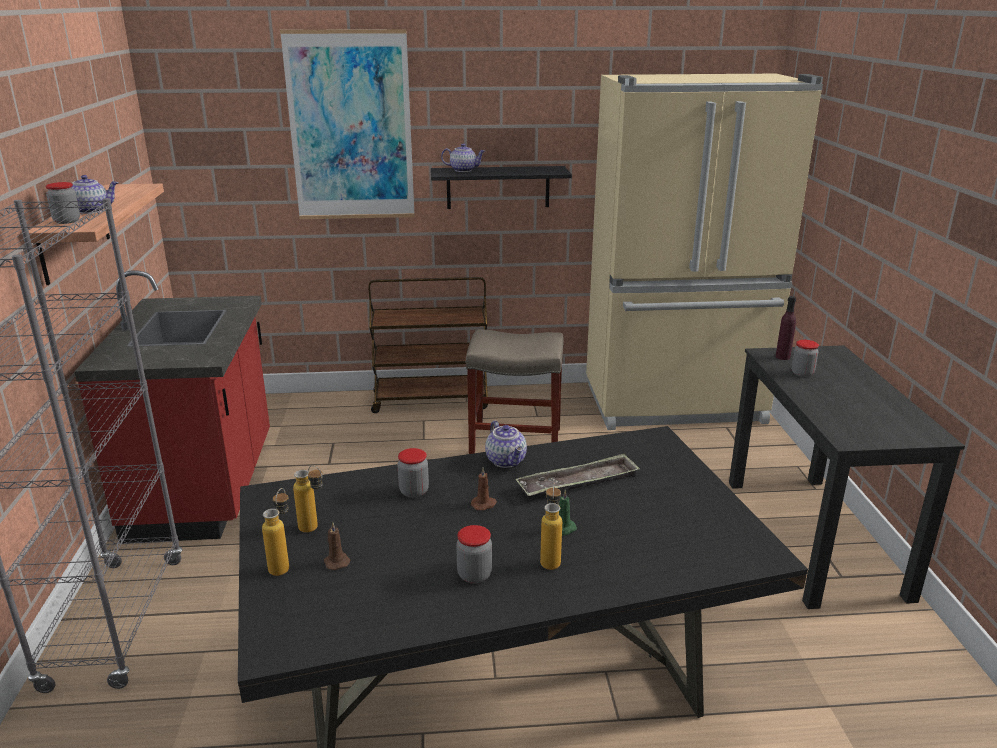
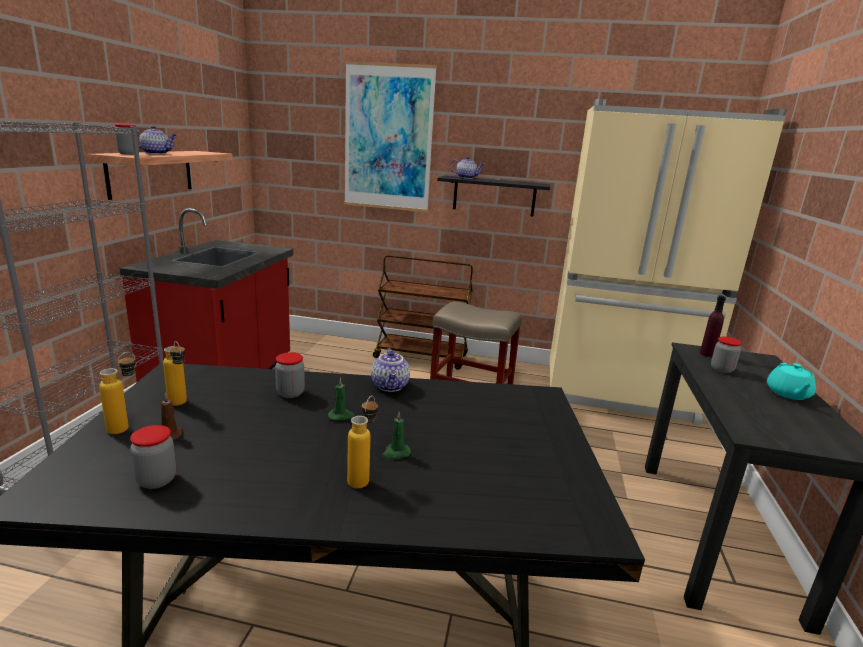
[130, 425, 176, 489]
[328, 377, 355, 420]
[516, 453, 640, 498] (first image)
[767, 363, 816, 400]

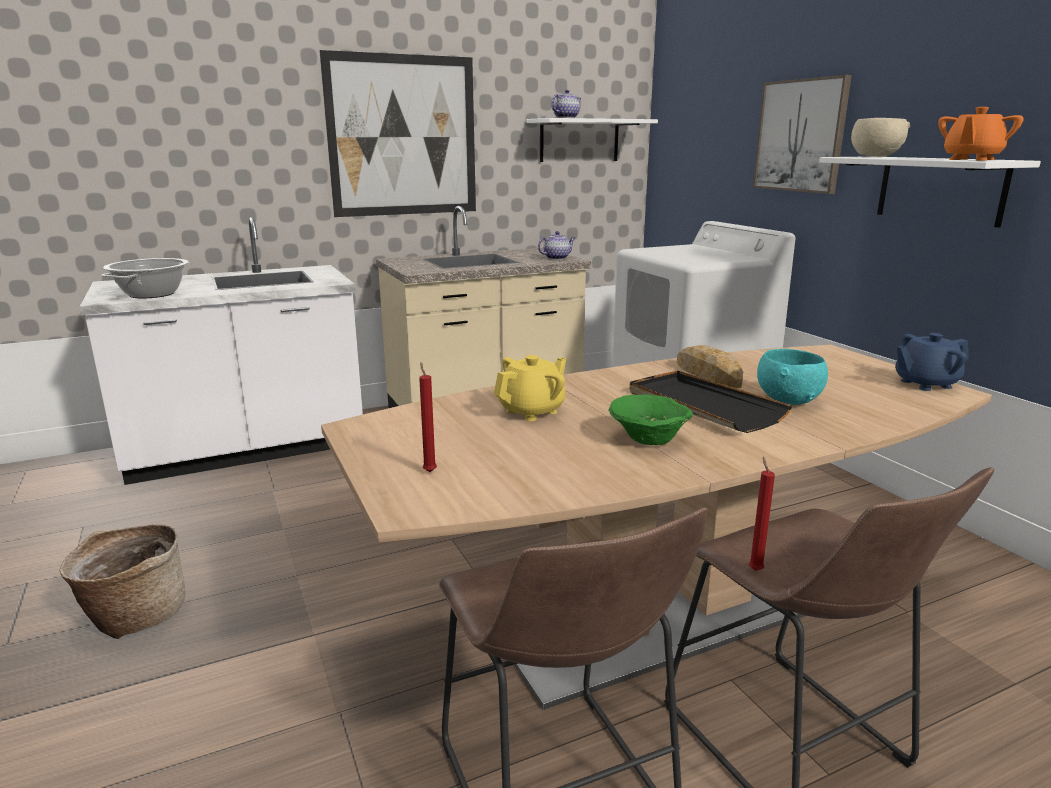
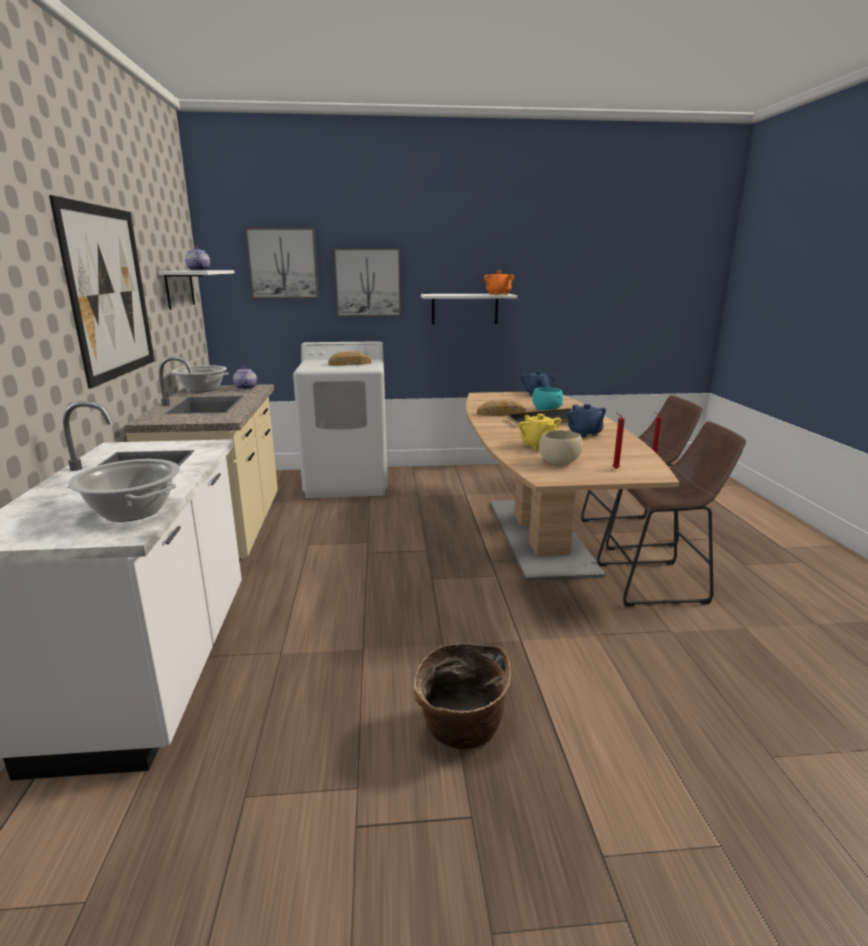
[567, 404, 606, 437]
[539, 430, 583, 465]
[172, 365, 229, 392]
[245, 228, 319, 298]
[328, 351, 372, 366]

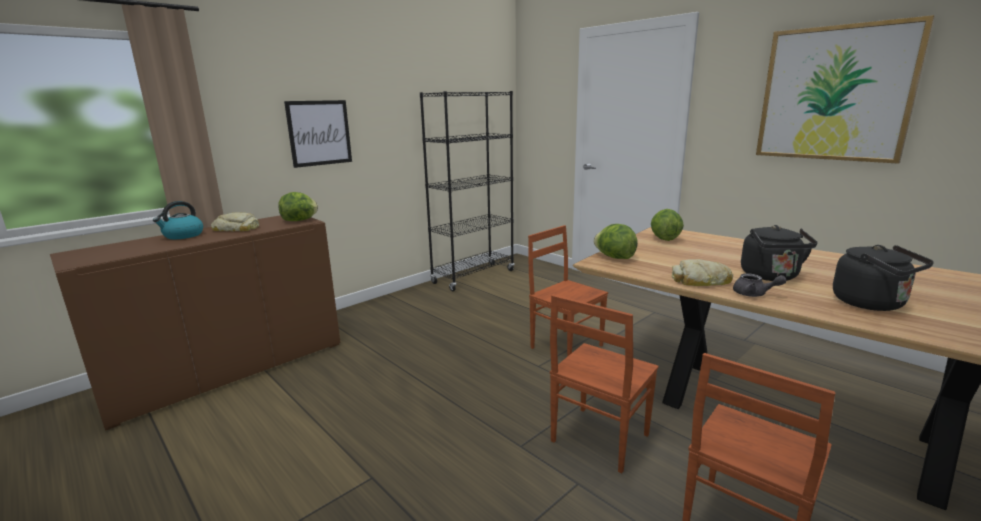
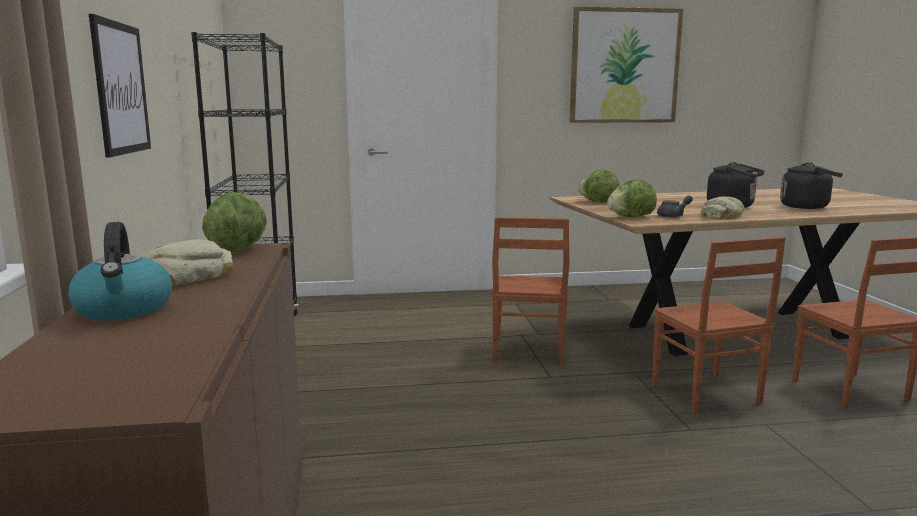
[492, 217, 569, 366]
[657, 195, 693, 218]

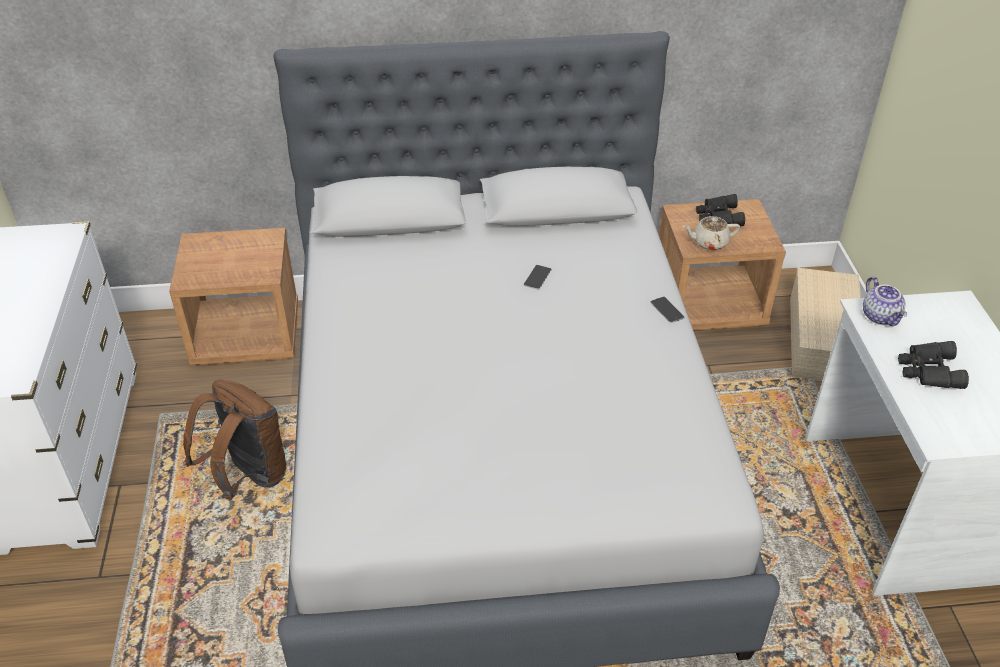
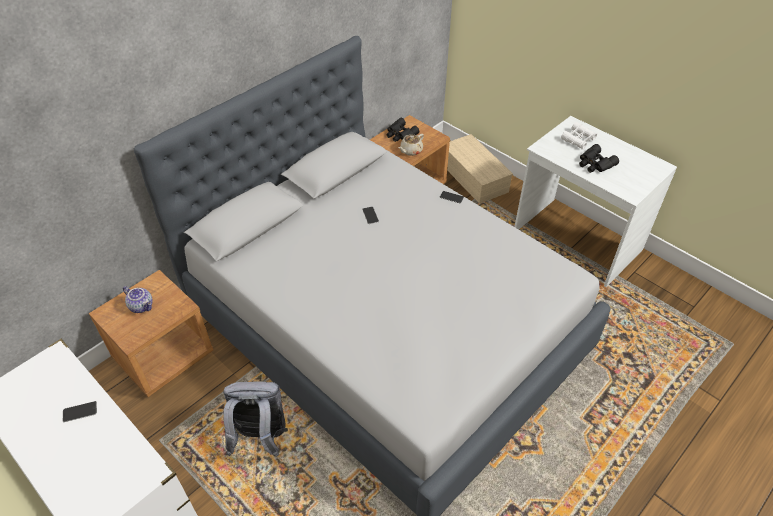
[223, 382, 288, 457]
[123, 286, 153, 313]
[63, 401, 97, 422]
[561, 122, 597, 150]

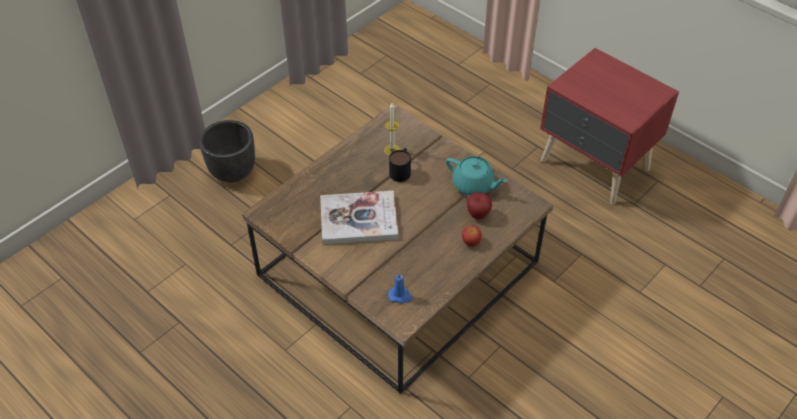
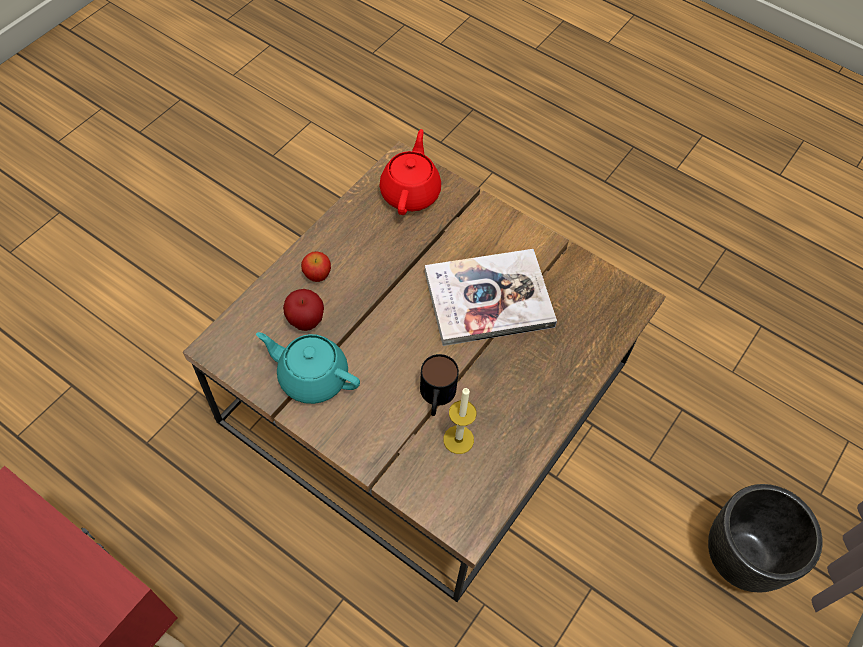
[379, 129, 441, 215]

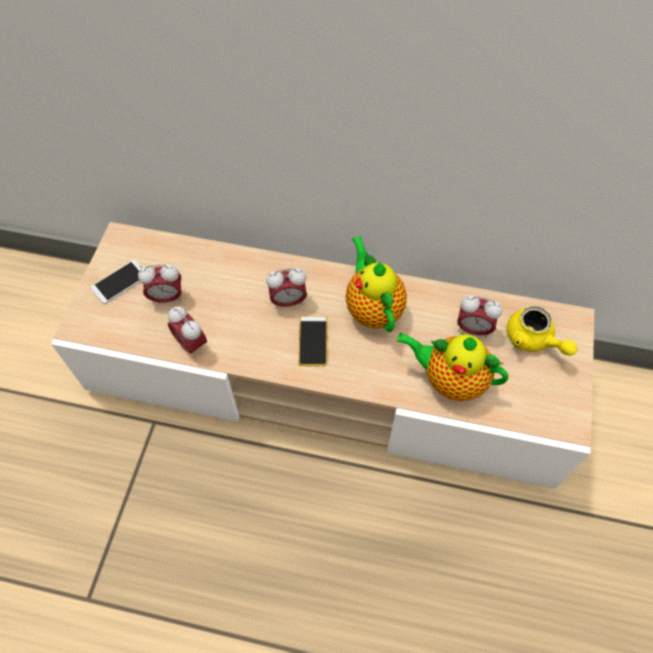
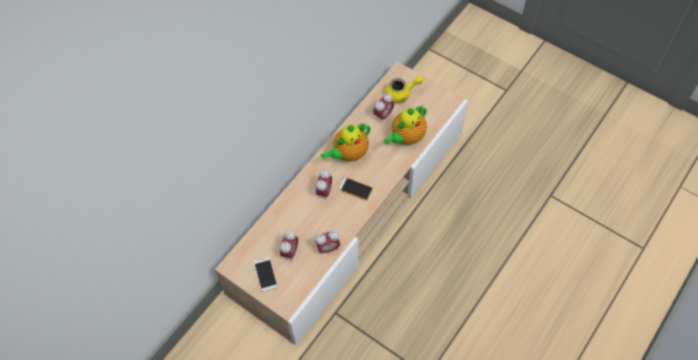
[321, 124, 370, 161]

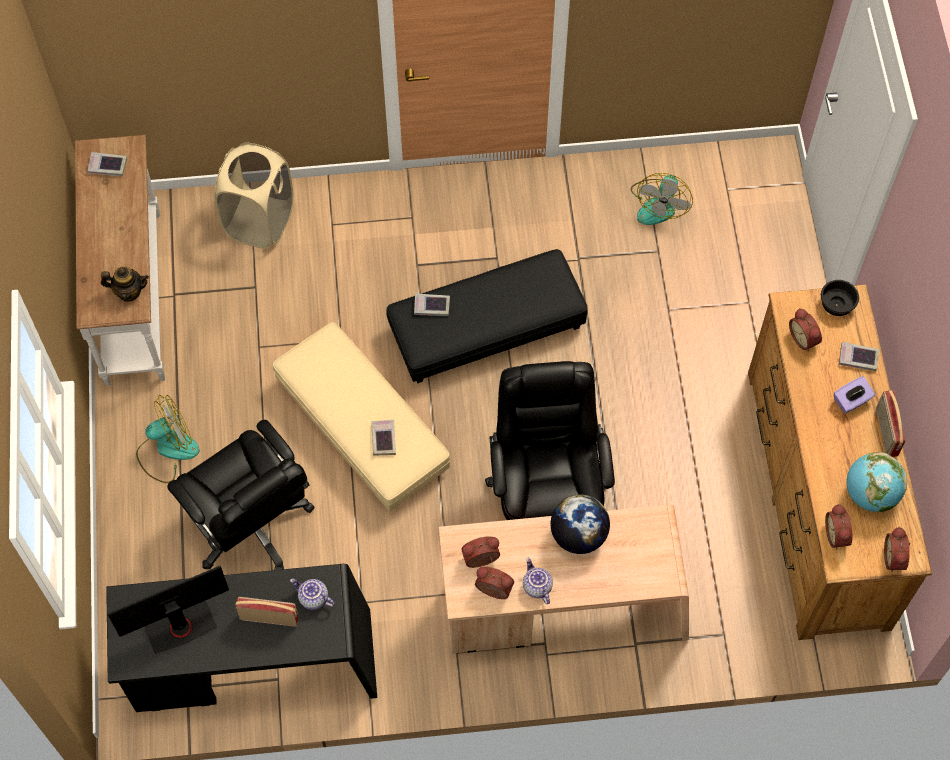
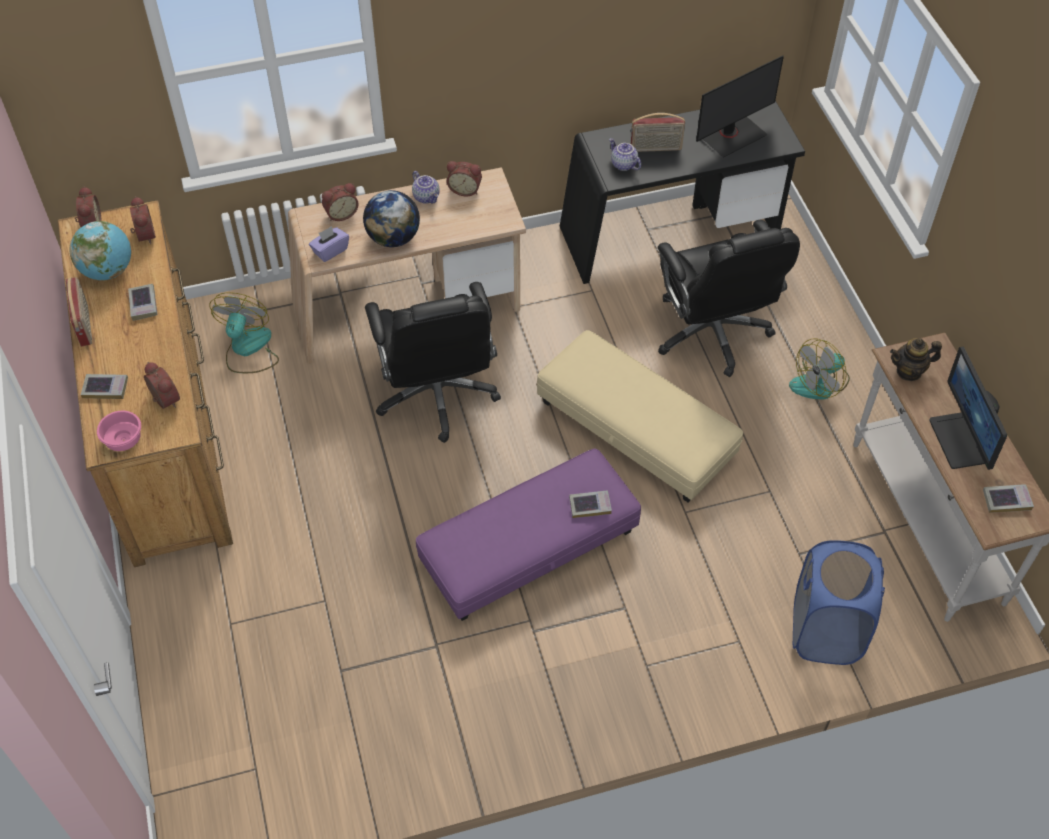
[658, 220, 800, 377]
[793, 540, 885, 665]
[609, 138, 641, 171]
[128, 284, 157, 321]
[416, 449, 641, 621]
[322, 183, 359, 221]
[209, 292, 279, 373]
[97, 411, 141, 451]
[309, 226, 349, 262]
[929, 346, 1007, 470]

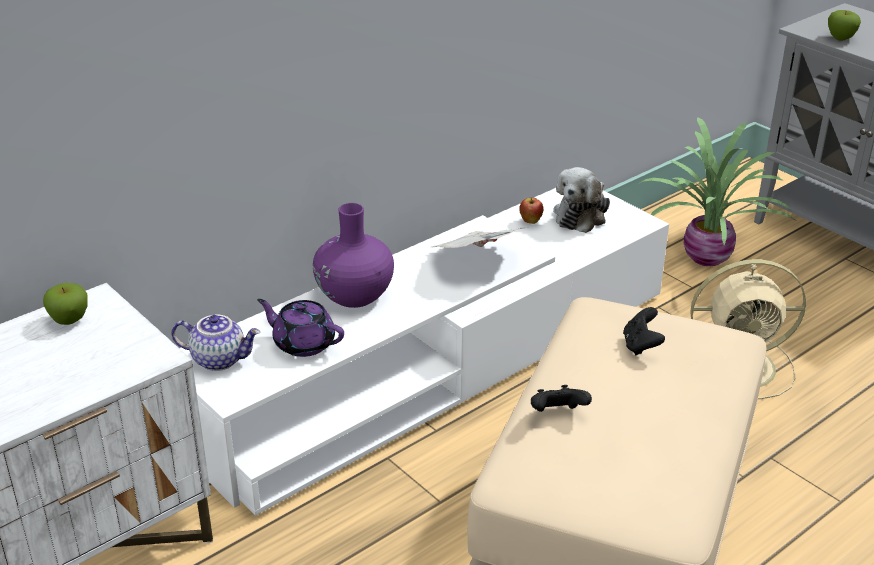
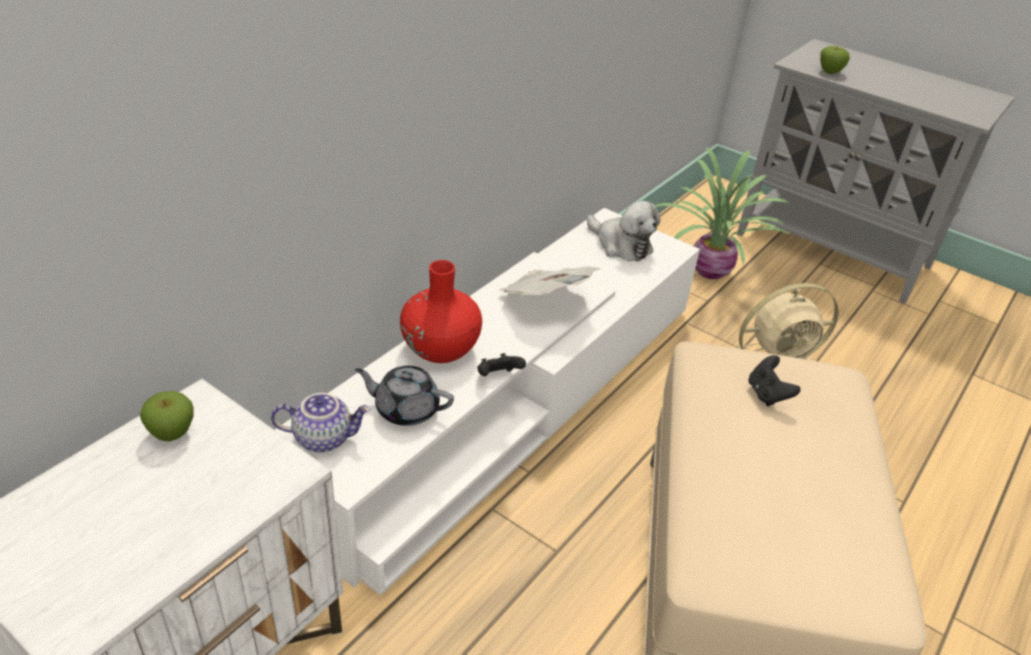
[355, 366, 454, 426]
[400, 260, 482, 363]
[519, 198, 543, 224] (first image)
[477, 353, 526, 376]
[587, 201, 661, 262]

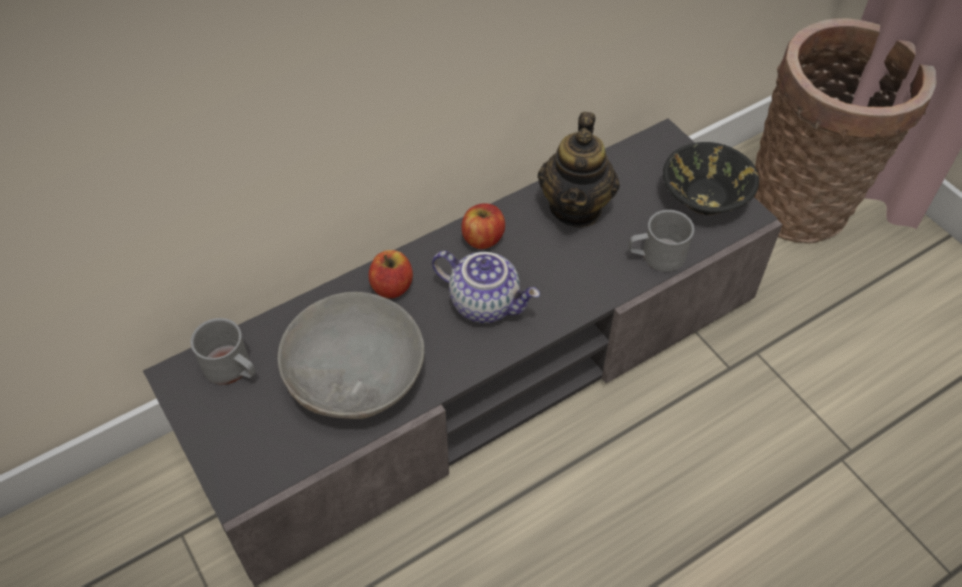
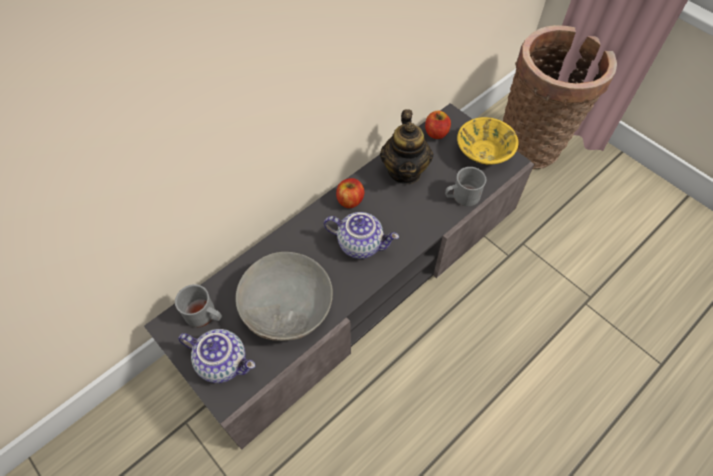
[425, 111, 451, 139]
[457, 117, 518, 165]
[178, 329, 255, 383]

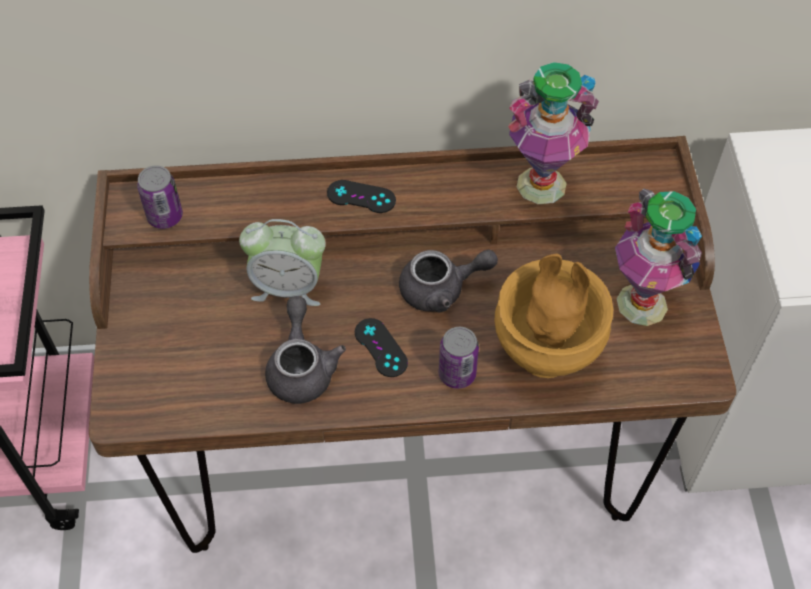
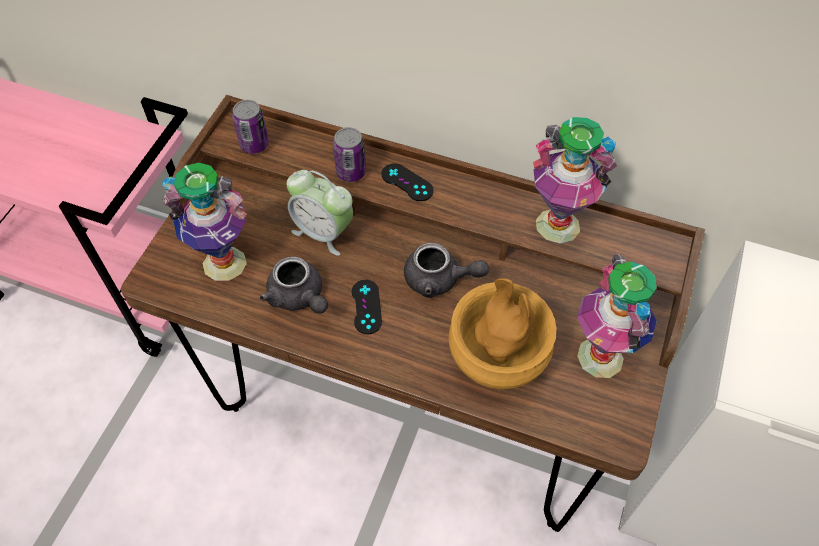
[260, 256, 328, 314]
[333, 127, 366, 182]
[162, 163, 247, 281]

